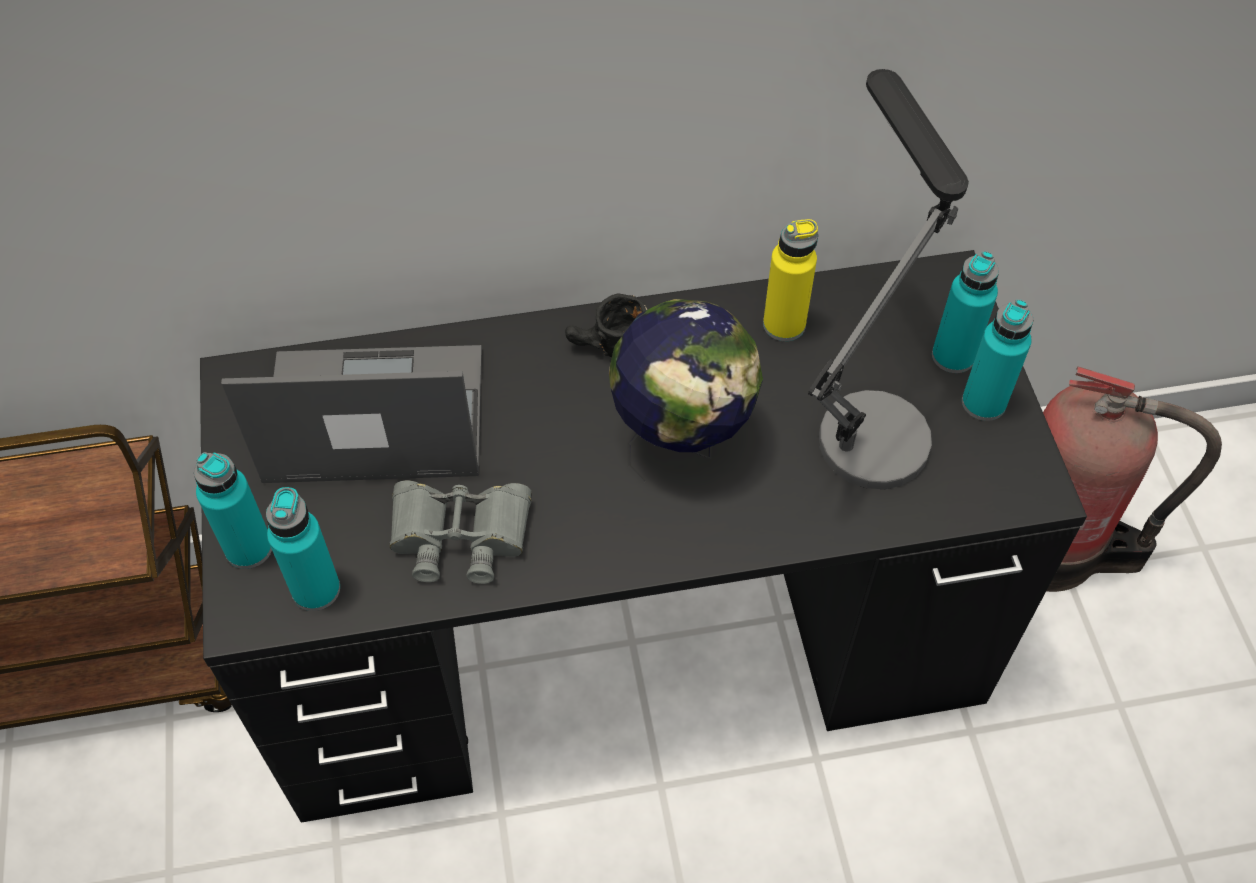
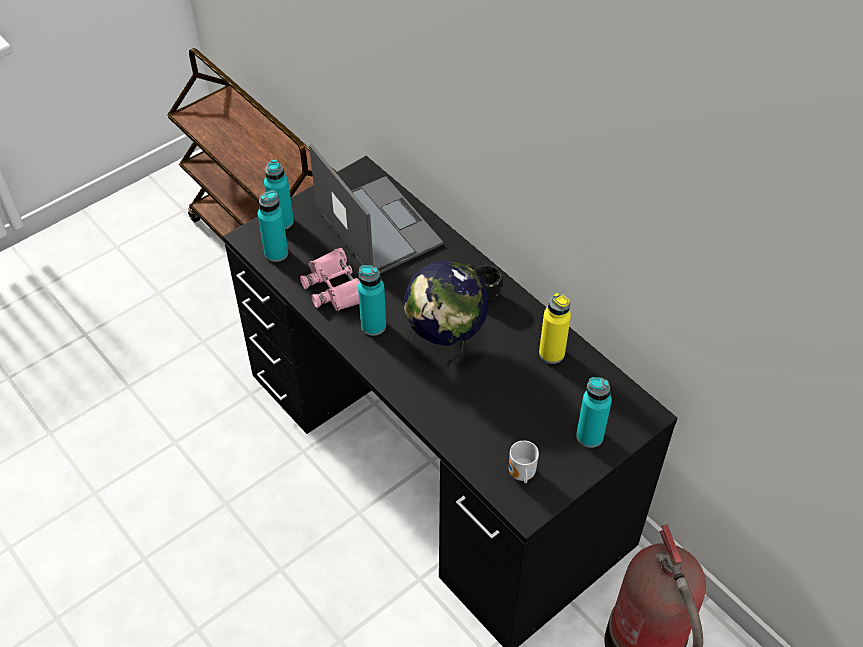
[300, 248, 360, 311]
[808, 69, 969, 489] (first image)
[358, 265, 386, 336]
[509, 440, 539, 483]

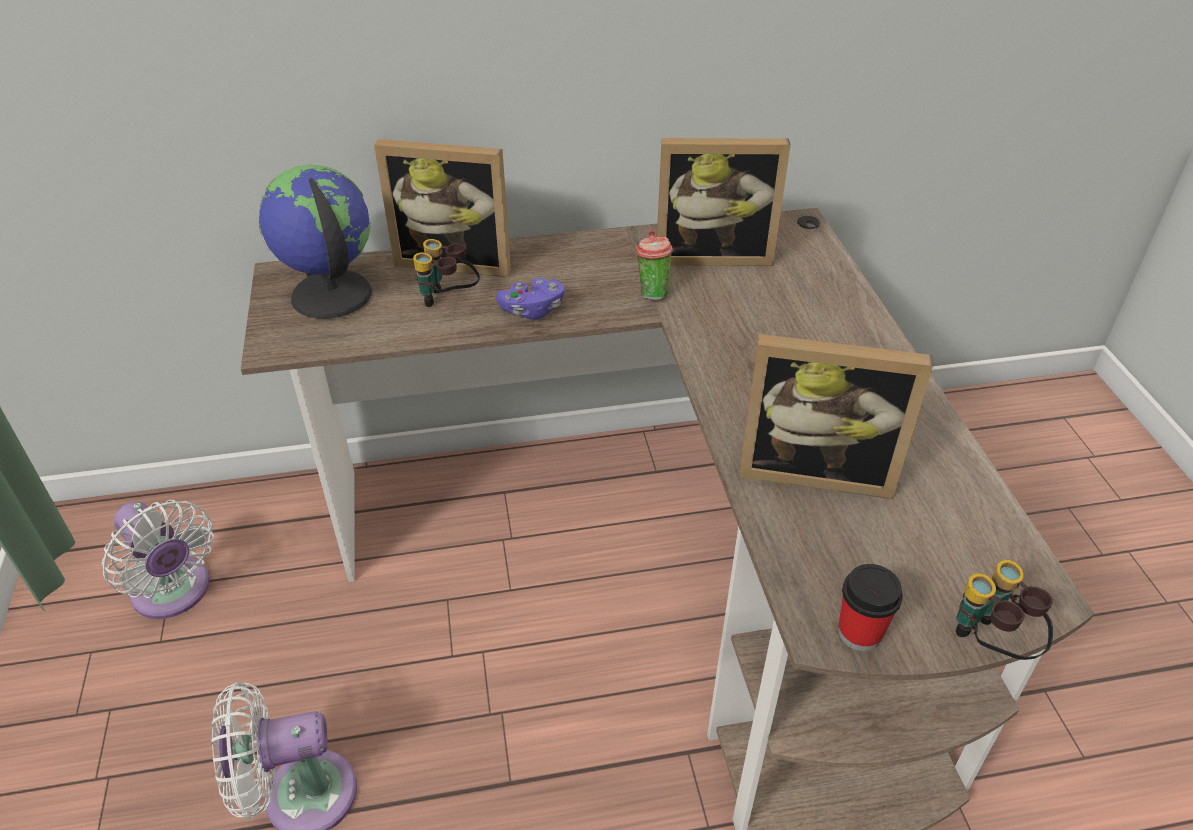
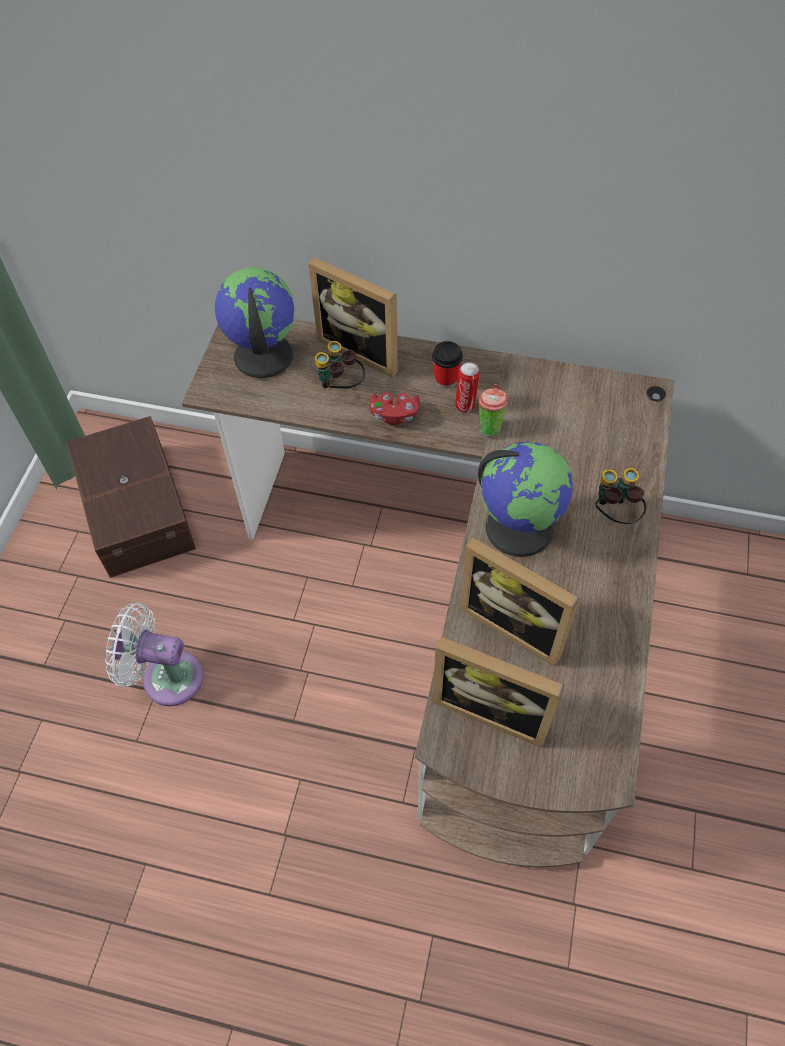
[66, 416, 196, 578]
[369, 393, 420, 425]
[433, 637, 565, 748]
[432, 341, 463, 389]
[595, 468, 646, 524]
[455, 362, 480, 413]
[478, 442, 574, 557]

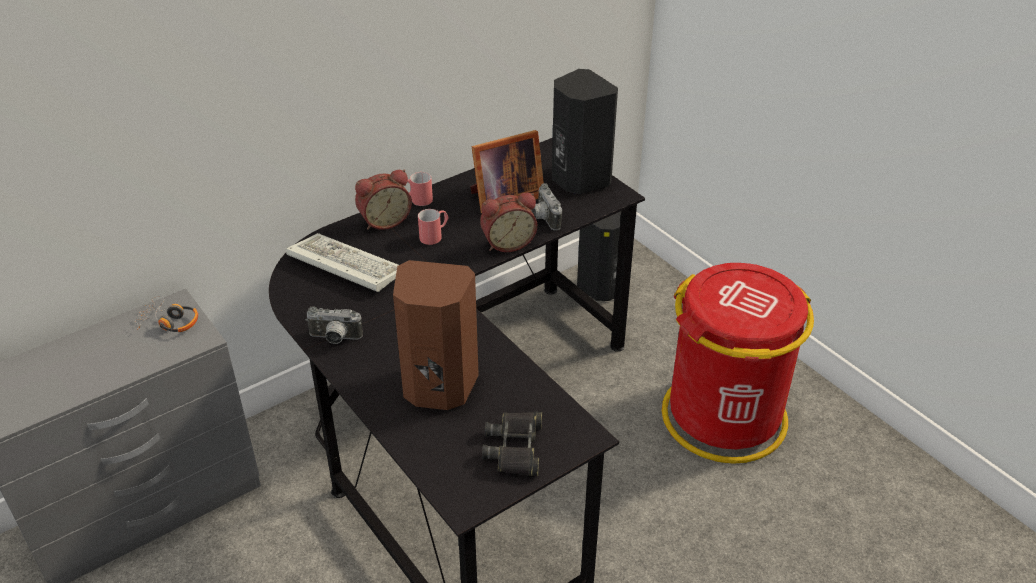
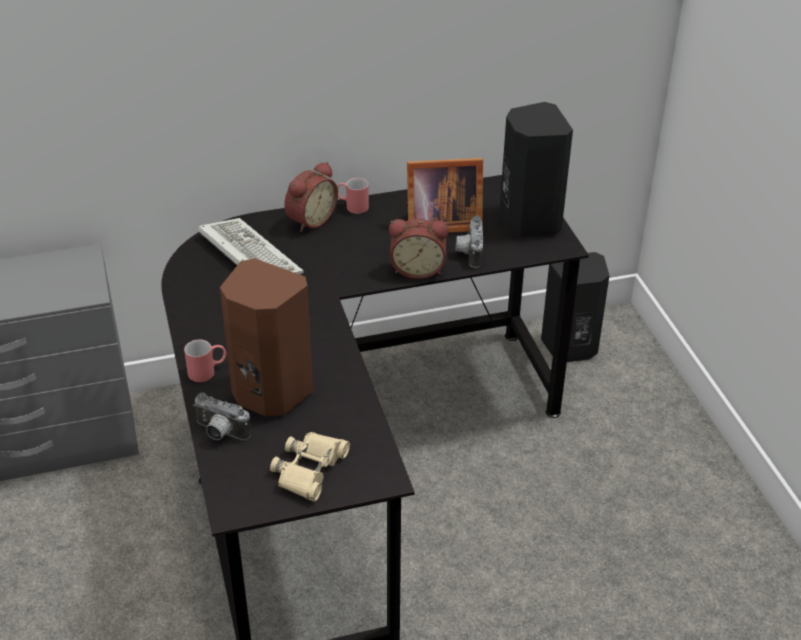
[135, 296, 198, 332] (first image)
[193, 392, 251, 440]
[284, 162, 338, 232]
[184, 340, 227, 382]
[270, 432, 350, 502]
[662, 263, 814, 464] (first image)

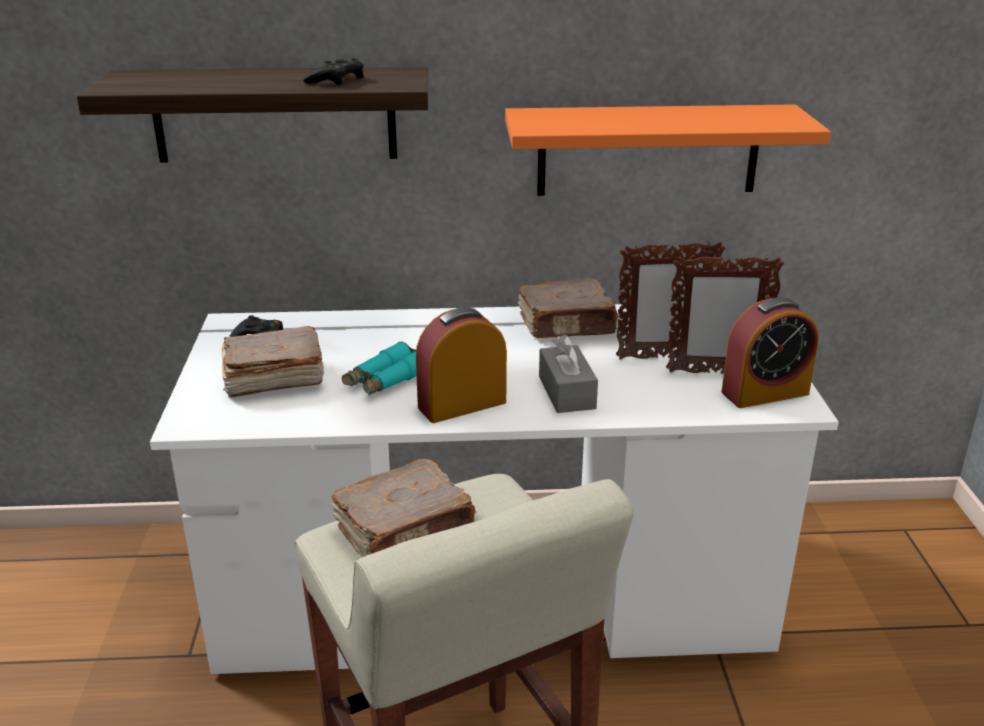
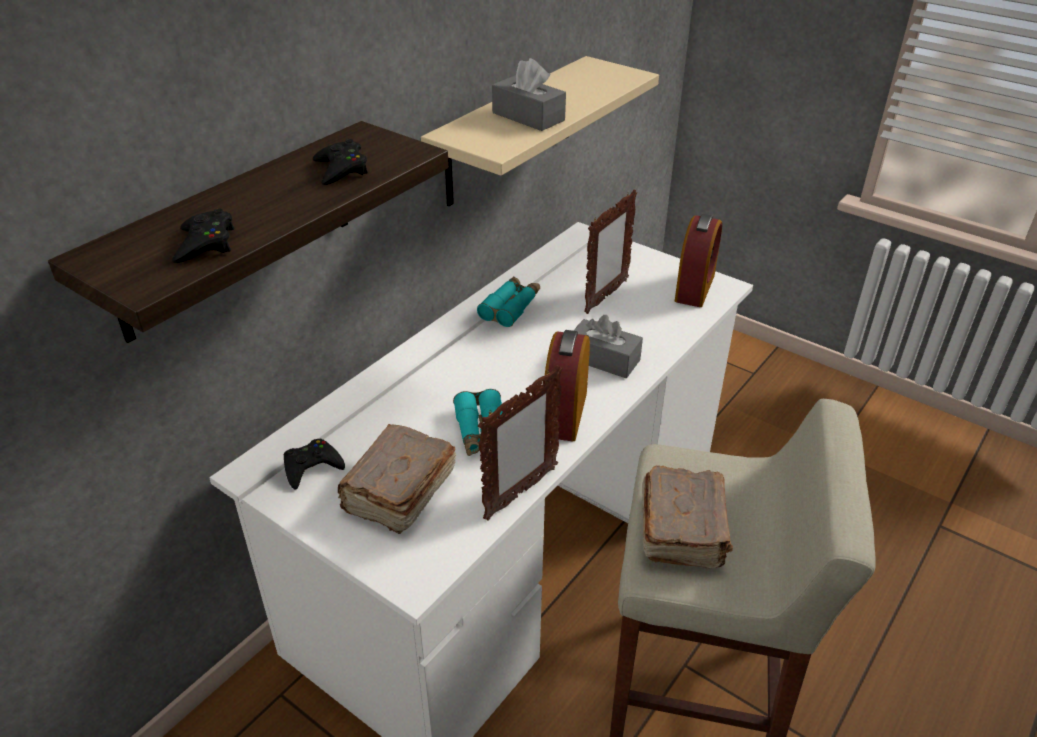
[421, 56, 659, 206]
[477, 277, 540, 327]
[478, 365, 563, 521]
[172, 209, 234, 263]
[492, 58, 566, 131]

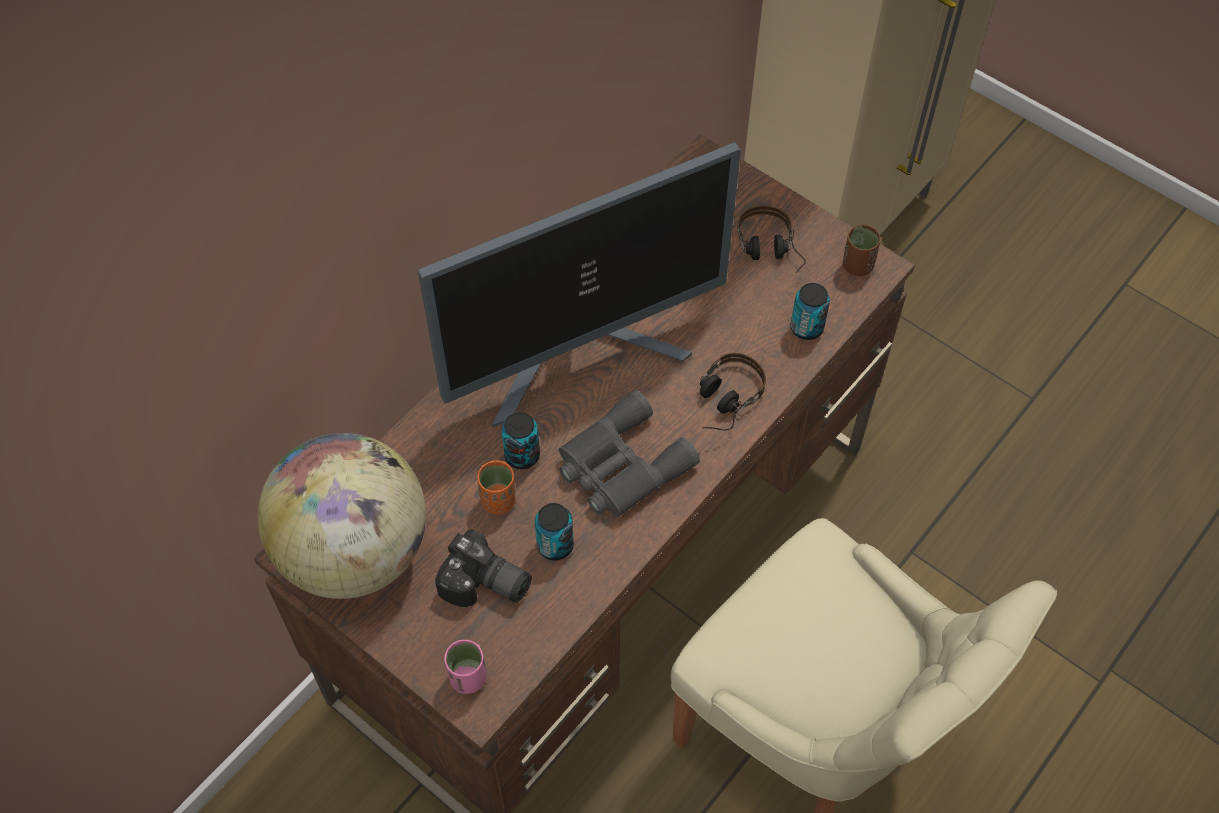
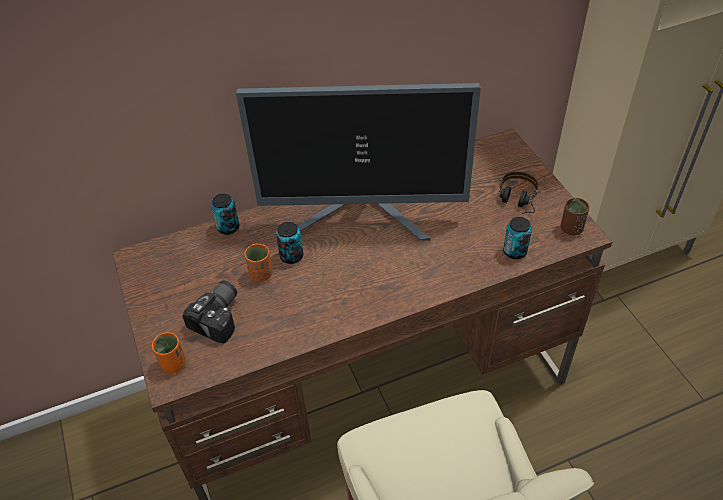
[258, 433, 426, 599] (first image)
[183, 281, 237, 344]
[152, 332, 186, 374]
[211, 194, 239, 235]
[559, 390, 700, 517] (first image)
[700, 353, 766, 431] (first image)

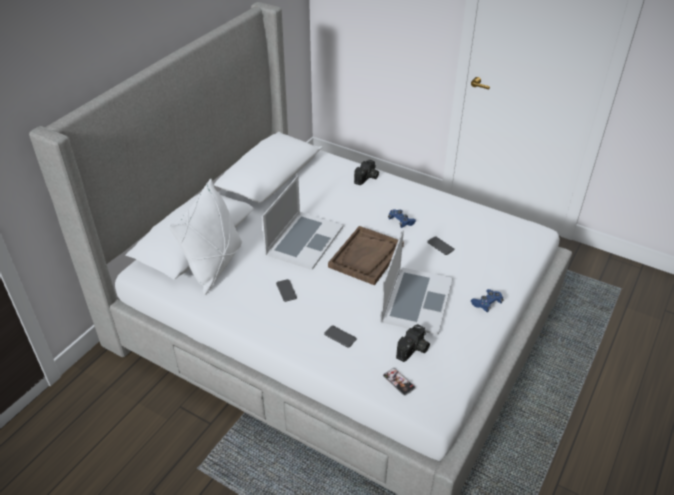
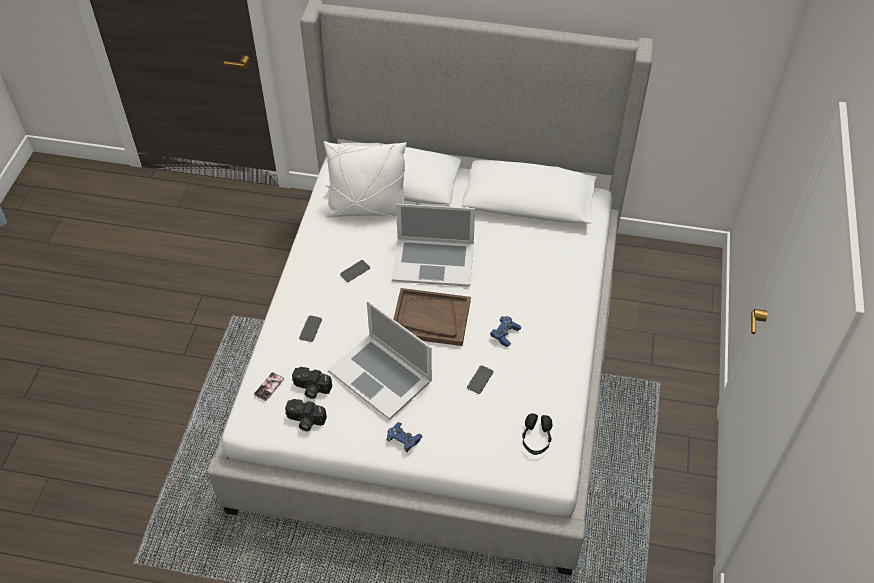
[285, 399, 327, 431]
[328, 301, 432, 420]
[522, 413, 552, 455]

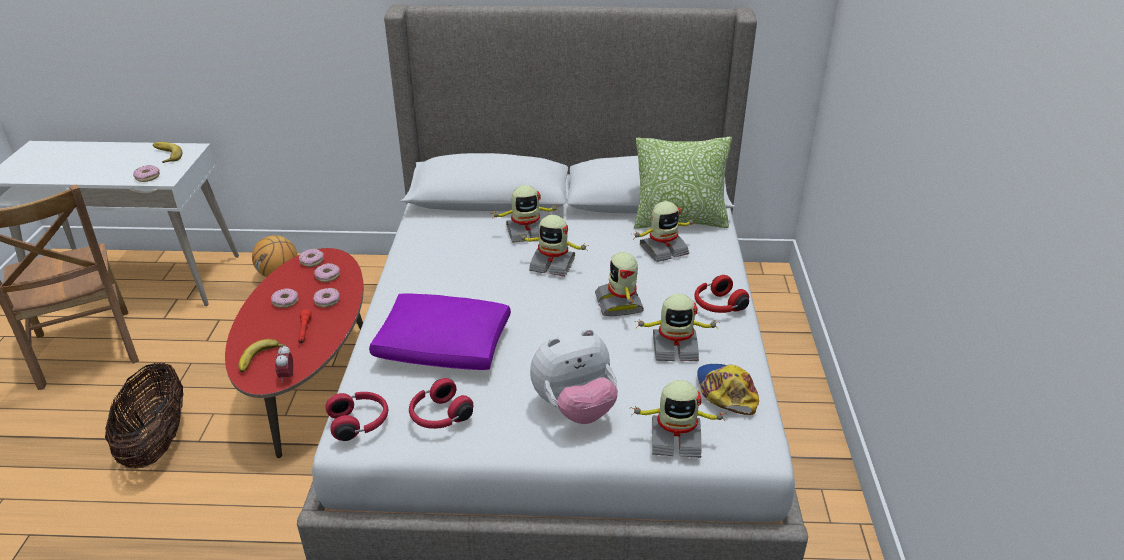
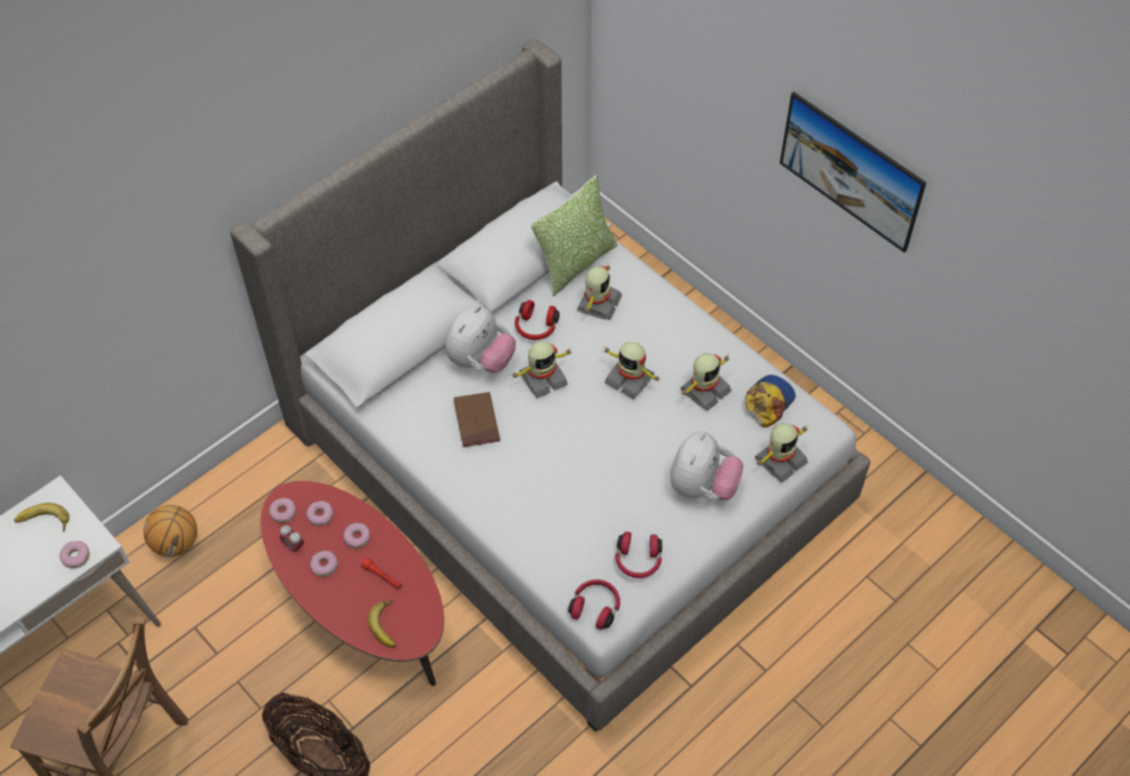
[280, 525, 304, 554]
[369, 293, 511, 370] (first image)
[445, 305, 516, 373]
[515, 300, 560, 340]
[745, 375, 796, 427]
[454, 392, 500, 447]
[780, 92, 927, 253]

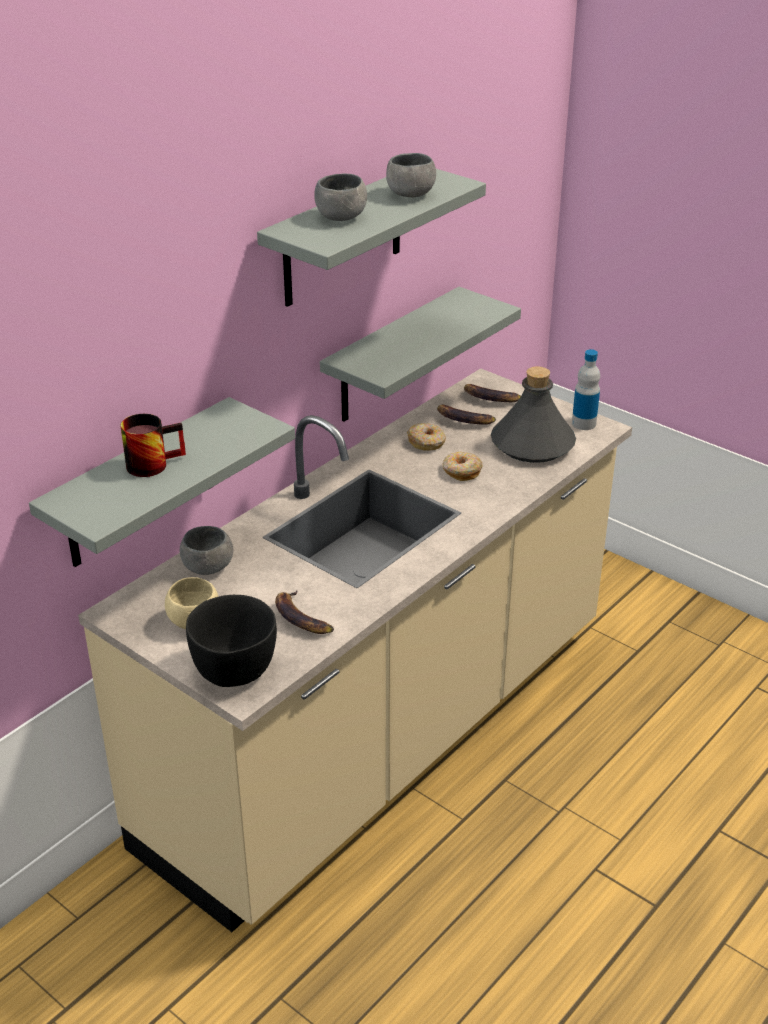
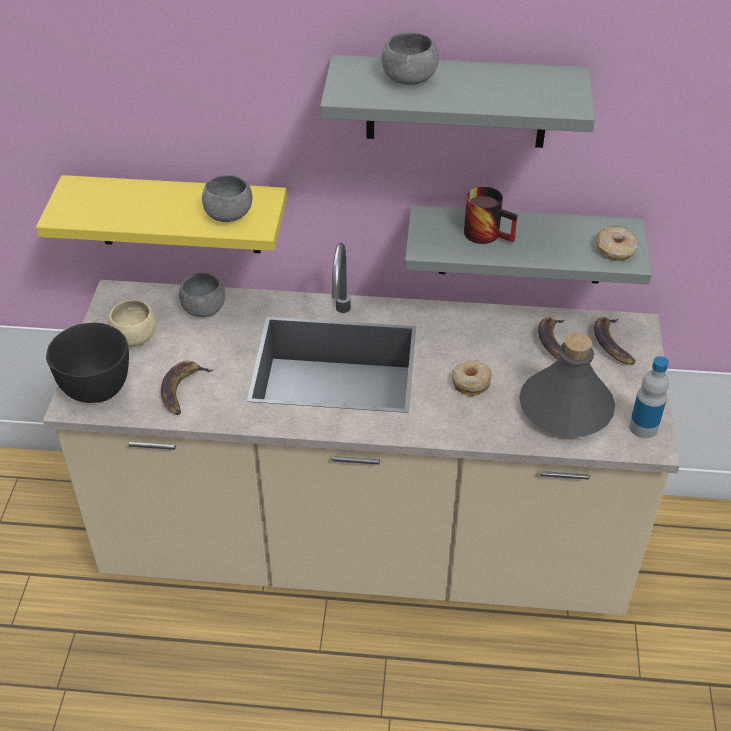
[36, 175, 287, 253]
[464, 186, 518, 244]
[202, 175, 252, 222]
[596, 225, 638, 261]

